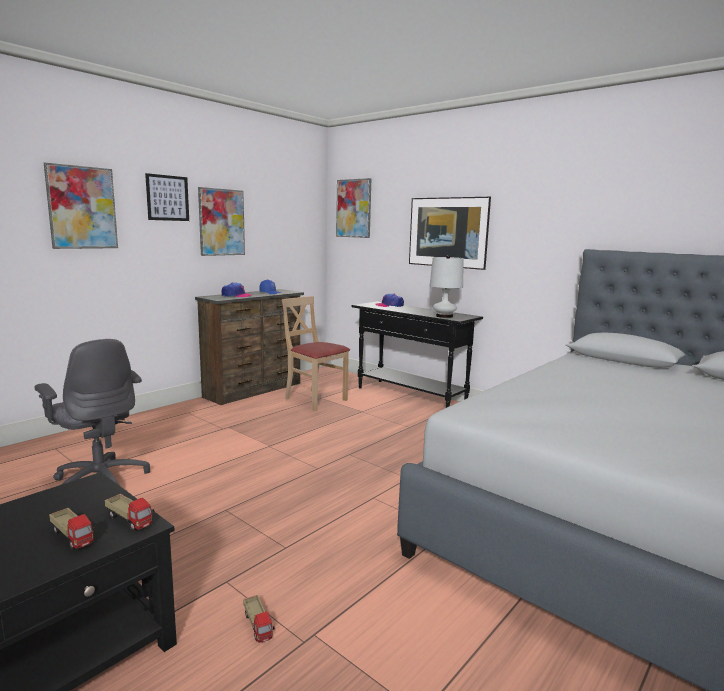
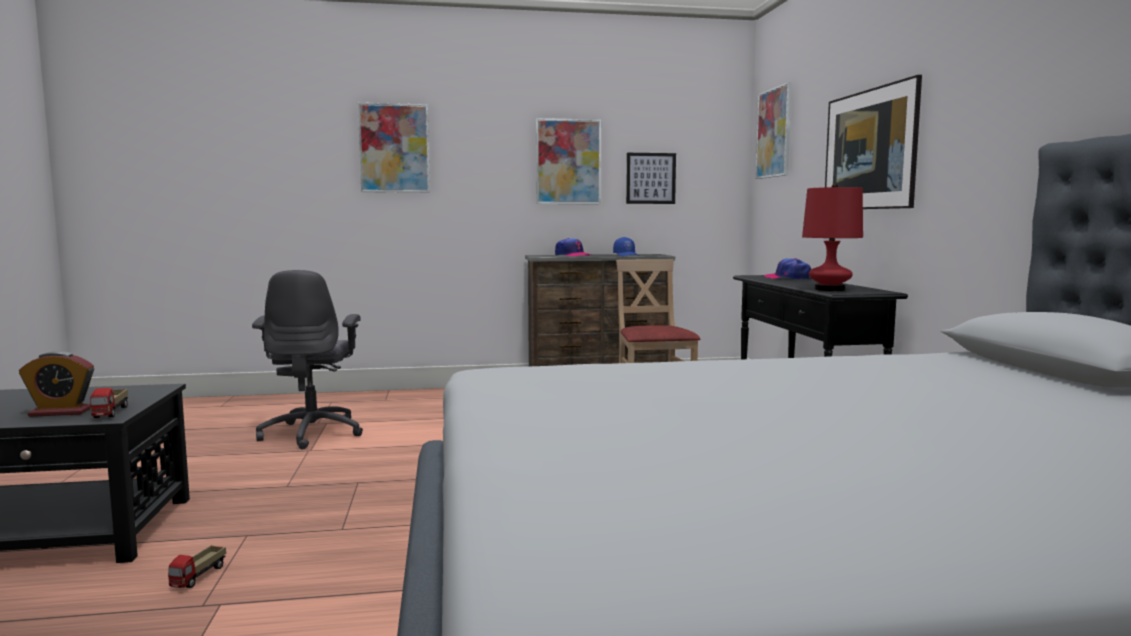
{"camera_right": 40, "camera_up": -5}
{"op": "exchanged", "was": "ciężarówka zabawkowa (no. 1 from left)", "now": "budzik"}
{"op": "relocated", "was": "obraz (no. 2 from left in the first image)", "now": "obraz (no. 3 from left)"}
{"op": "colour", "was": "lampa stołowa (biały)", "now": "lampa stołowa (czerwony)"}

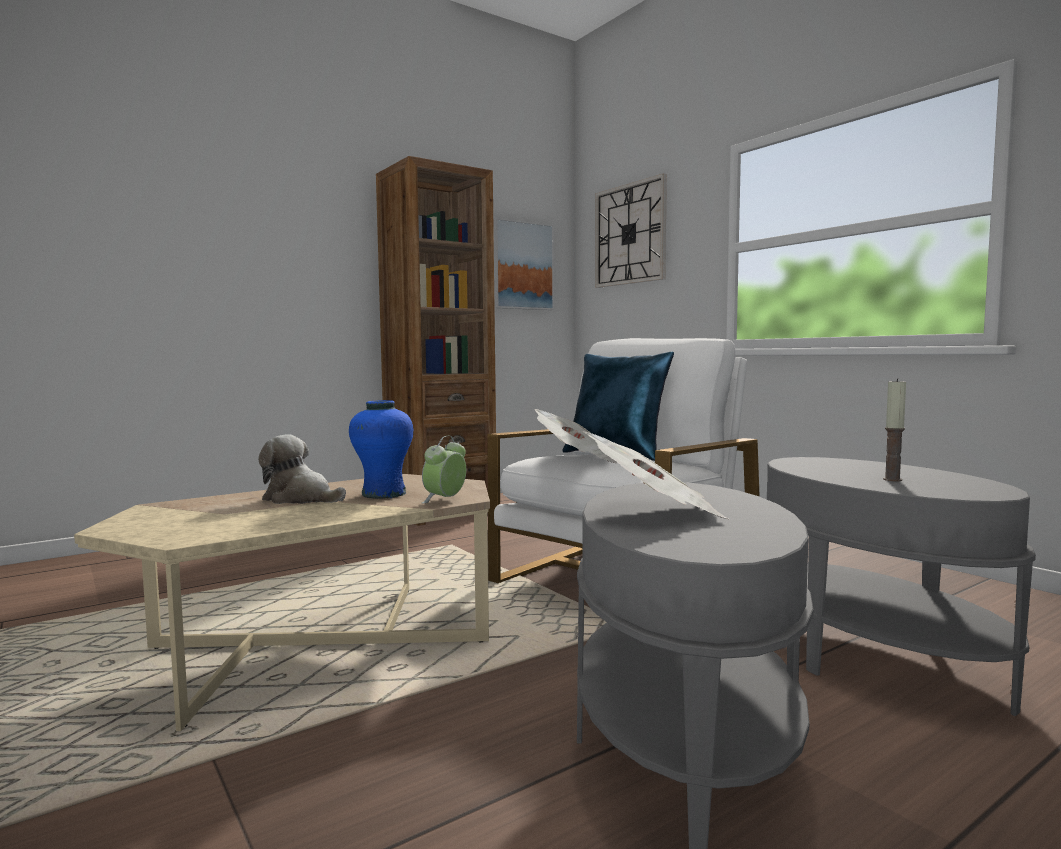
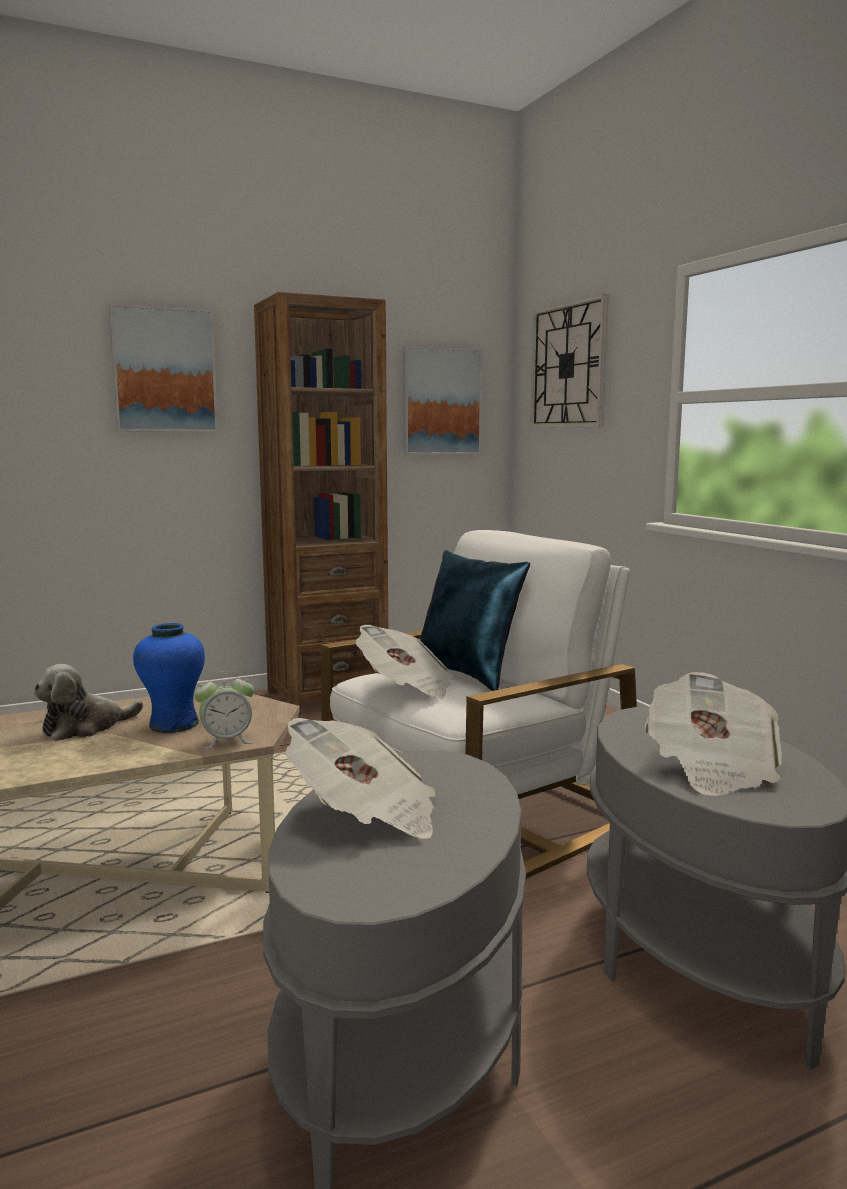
{"camera_right": 10, "camera_up": 5}
{"op": "spun", "was": "pluszak", "clockwise": -75}
{"op": "appeared", "now": "obraz (no. 1 from left)"}
{"op": "spun", "was": "budzik", "clockwise": -150}
{"op": "exchanged", "was": "świeca", "now": "gazeta (no. 3 from left)"}

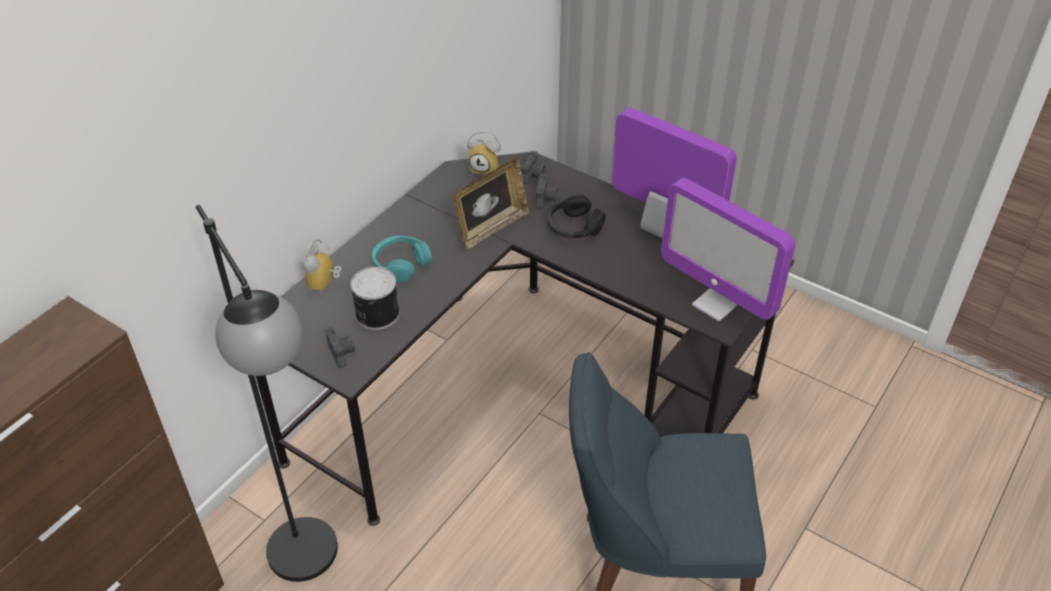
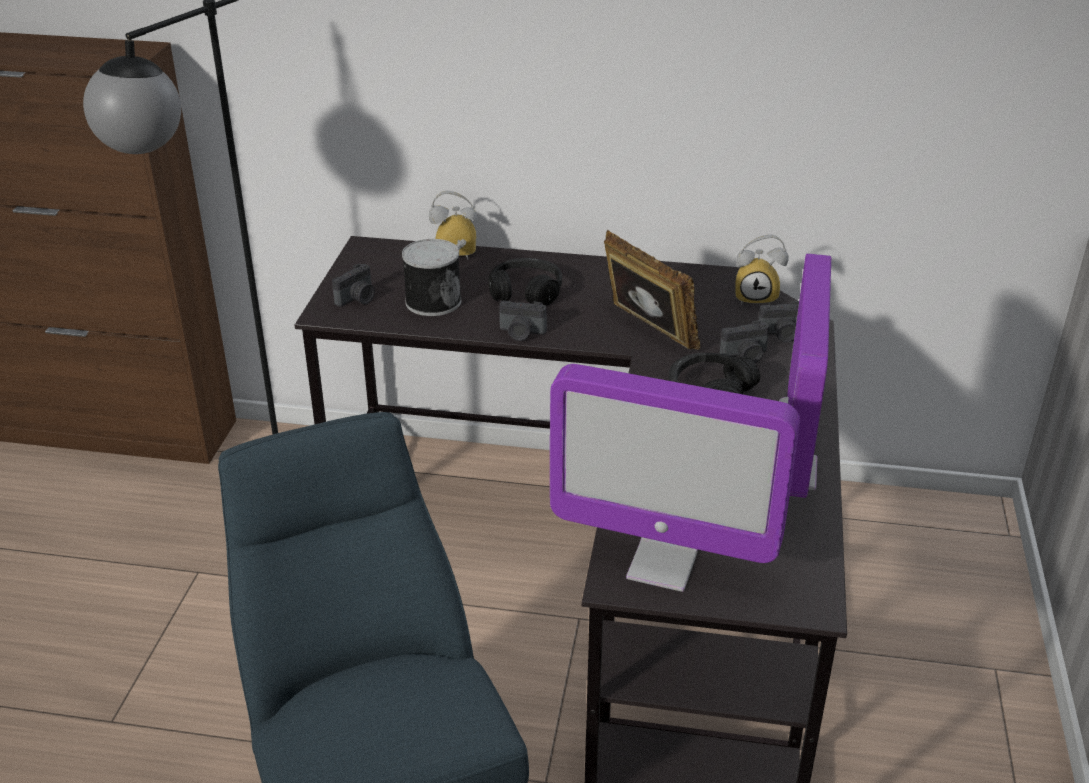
{"camera_right": 65, "camera_up": -10}
{"op": "colour", "was": "słuchawki (turkusowy)", "now": "słuchawki (czarny) (no. 1 from left)"}
{"op": "appeared", "now": "aparat fotograficzny (no. 2 from left)"}
{"op": "spun", "was": "monitor (no. 2 from left in the first image)", "clockwise": -90}
{"op": "spun", "was": "ramka na zdjęcie", "clockwise": -150}
{"op": "spun", "was": "budzik (no. 2 from left)", "clockwise": -75}

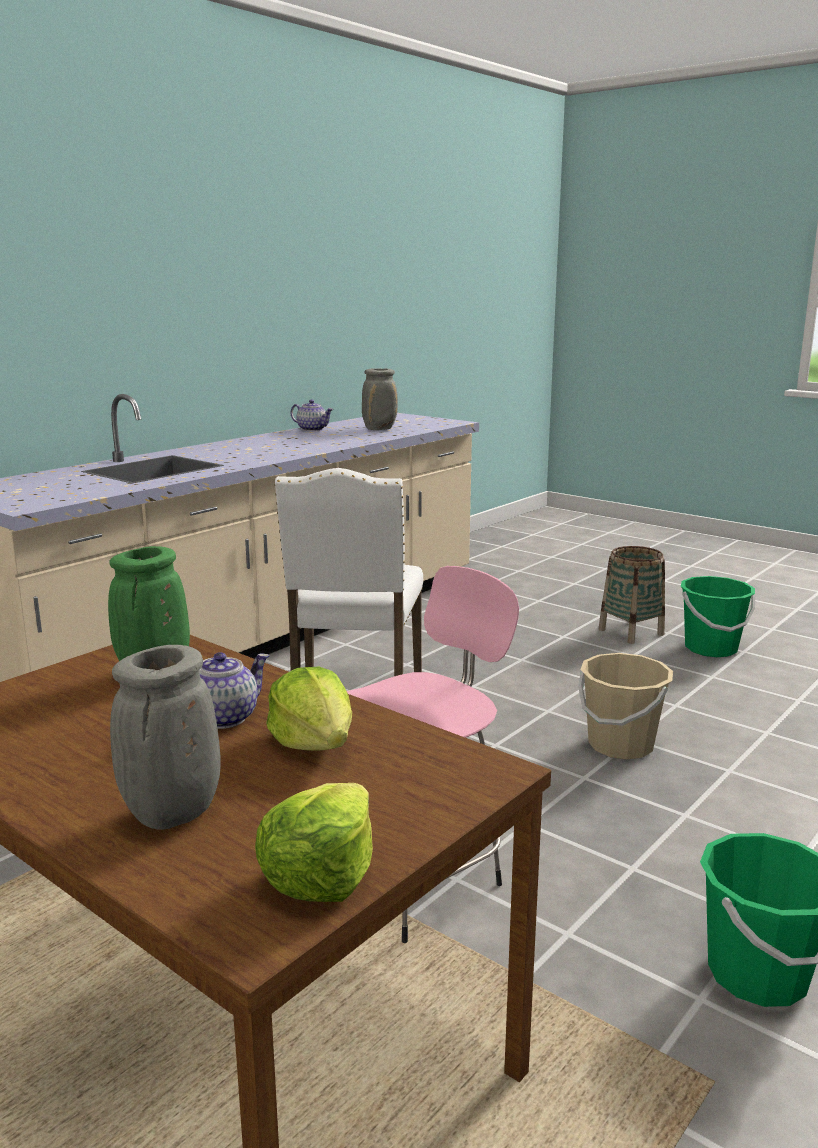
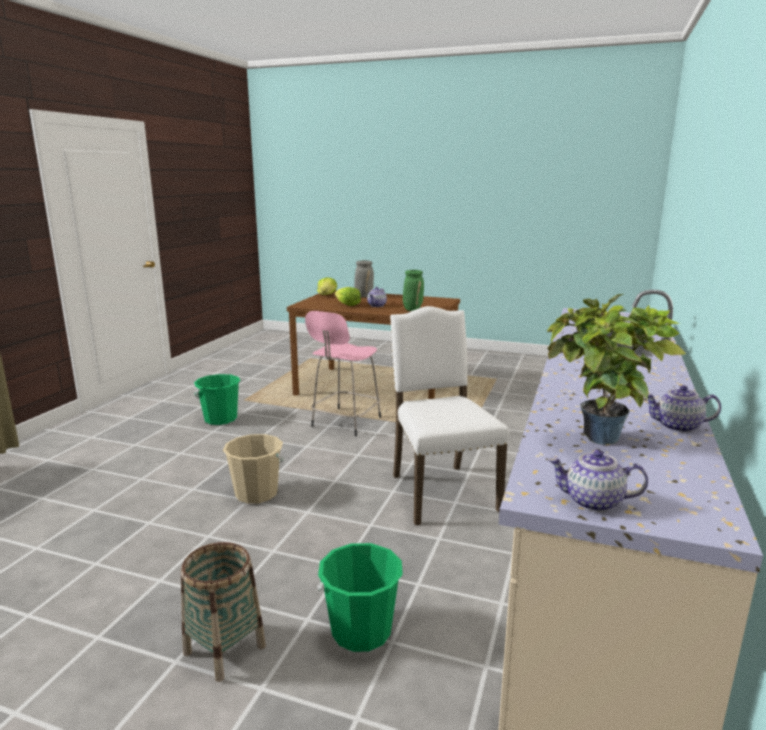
{"camera_right": 160, "camera_up": 0}
{"op": "relocated", "was": "wiadro (zielony) (no. 1 from left in the first image)", "now": "wiadro (zielony) (no. 2 from left)"}
{"op": "exchanged", "was": "wazon (szary) (no. 2 from left)", "now": "roślina doniczkowa"}
{"op": "appeared", "now": "imbryk (no. 2 from left)"}

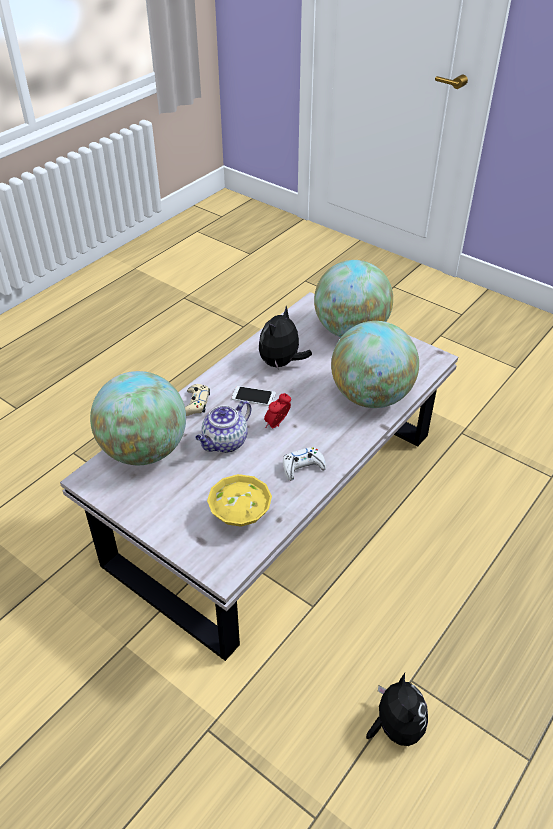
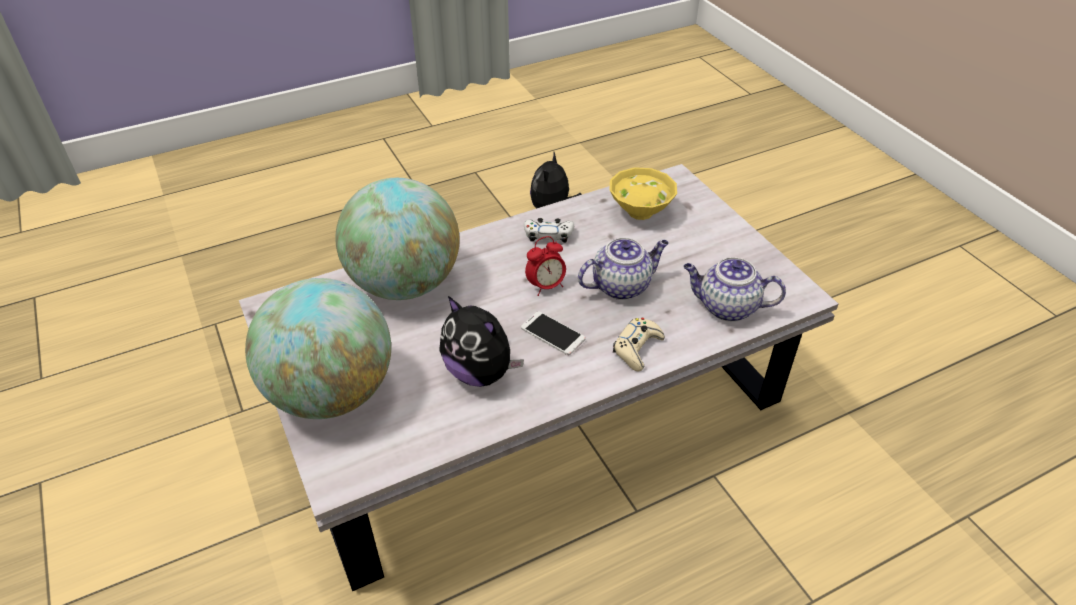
{"camera_right": -155, "camera_up": 0}
{"op": "spun", "was": "pluszak (no. 1 from left)", "clockwise": 75}
{"op": "exchanged", "was": "globus (no. 1 from left)", "now": "imbryk (no. 2 from left)"}

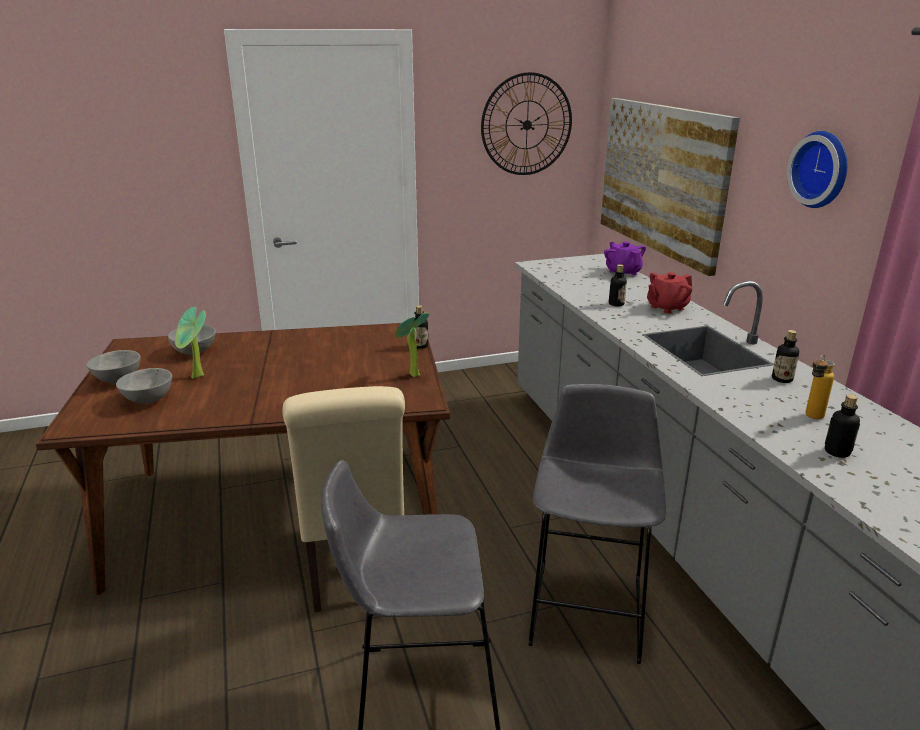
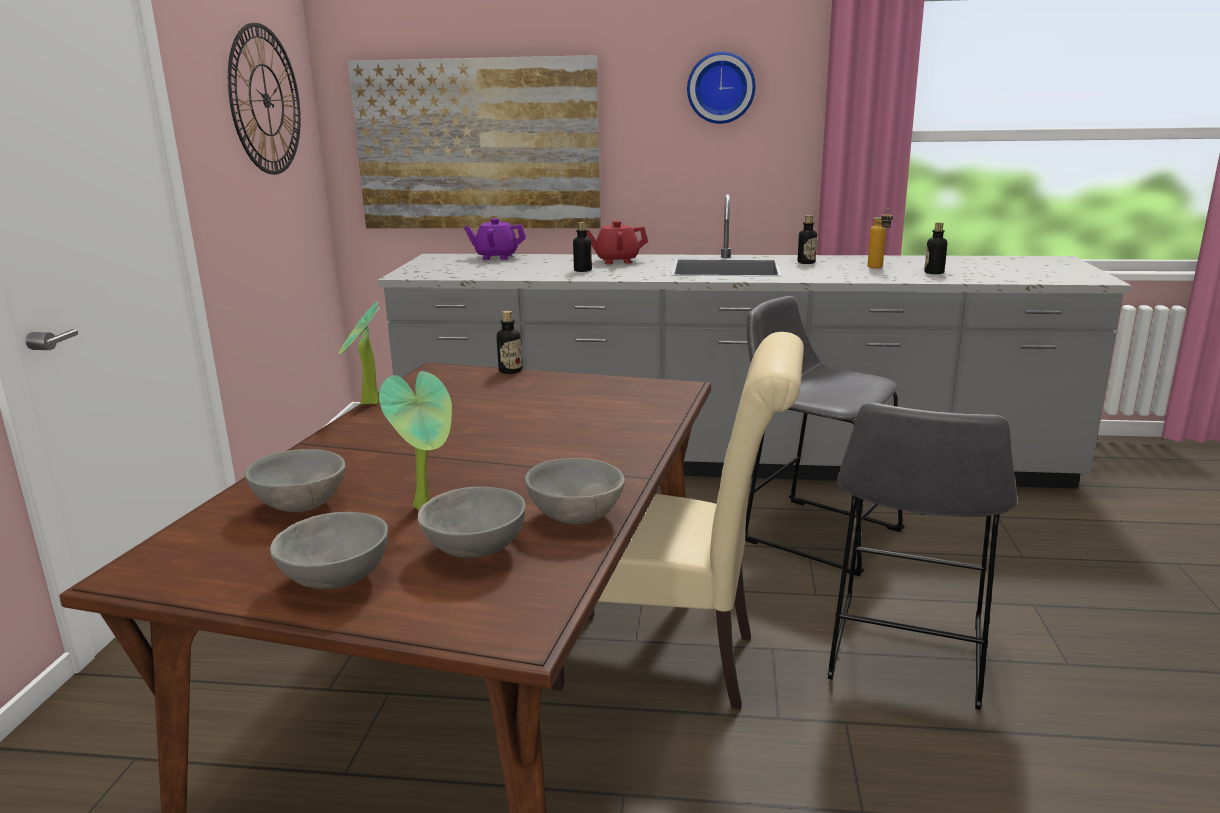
{"camera_right": -65, "camera_up": -5}
{"op": "relocated", "was": "roślina doniczkowa (no. 2 from left in the first image)", "now": "roślina doniczkowa (no. 1 from left)"}
{"op": "appeared", "now": "miska (szary) (no. 4 from left)"}
{"op": "spun", "was": "imbryk (czerwony)", "clockwise": 90}

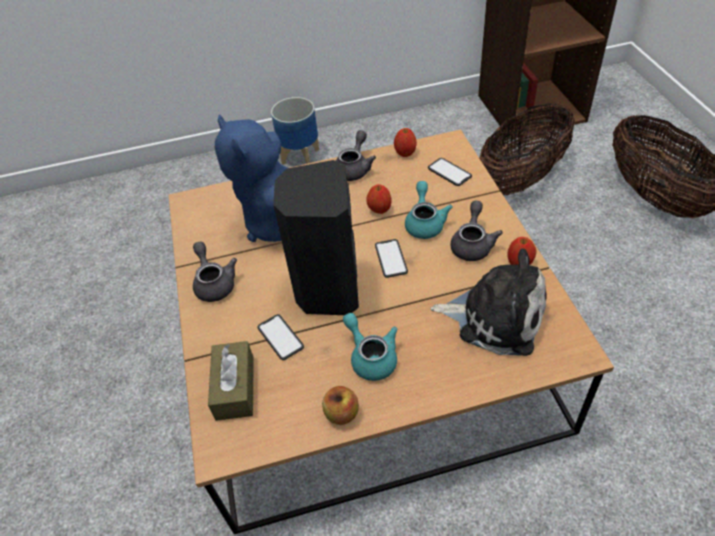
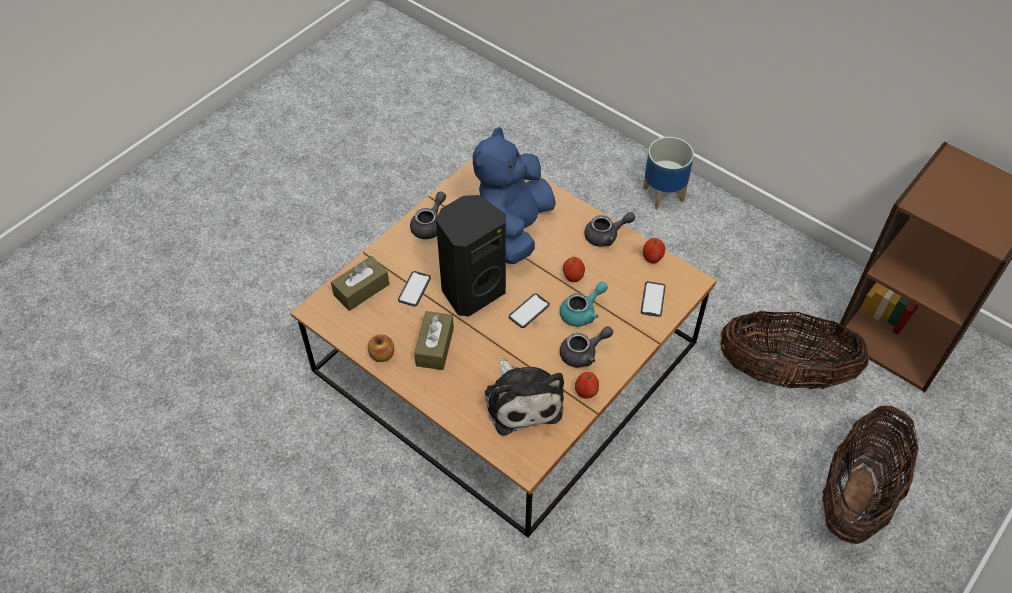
{"camera_right": 50, "camera_up": 5}
{"op": "exchanged", "was": "imbryk (turkusowy) (no. 1 from left)", "now": "pudełko chusteczek (brązowy) (no. 2 from left)"}

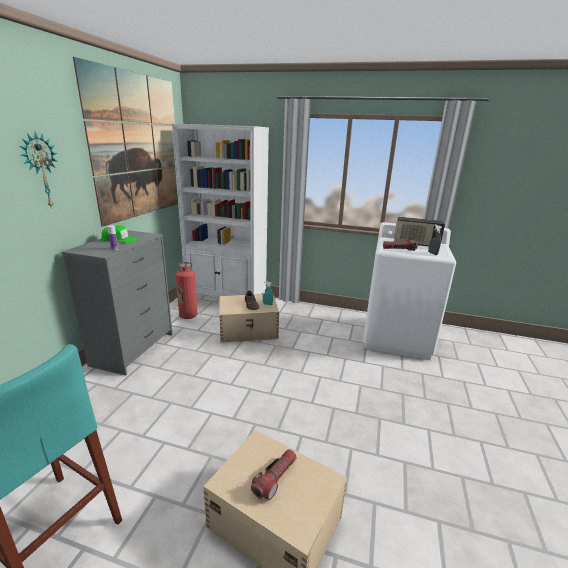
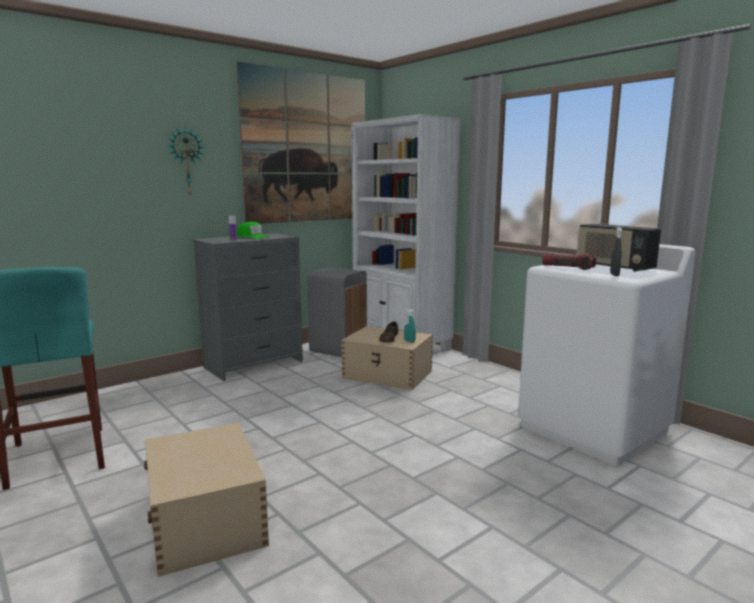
{"camera_right": 35, "camera_up": -10}
{"op": "exchanged", "was": "gaśnica", "now": "kosz na śmieci (szary)"}
{"op": "missing", "was": "latarka (no. 1 from left)"}

